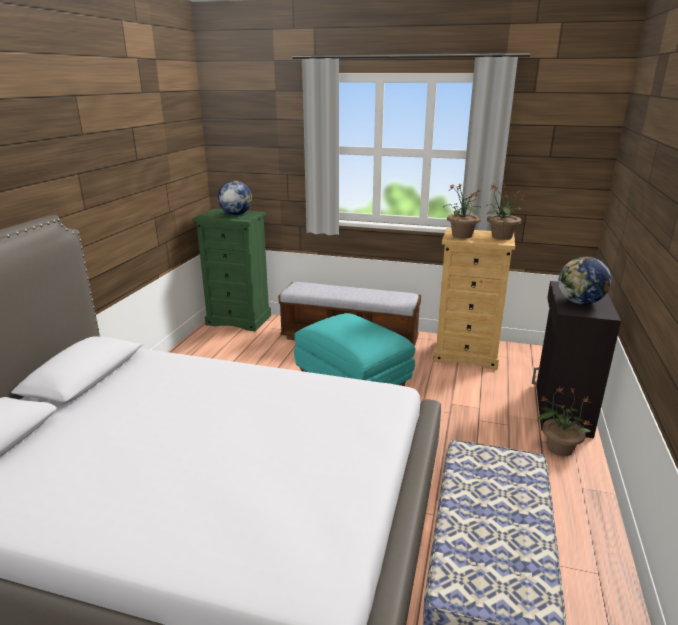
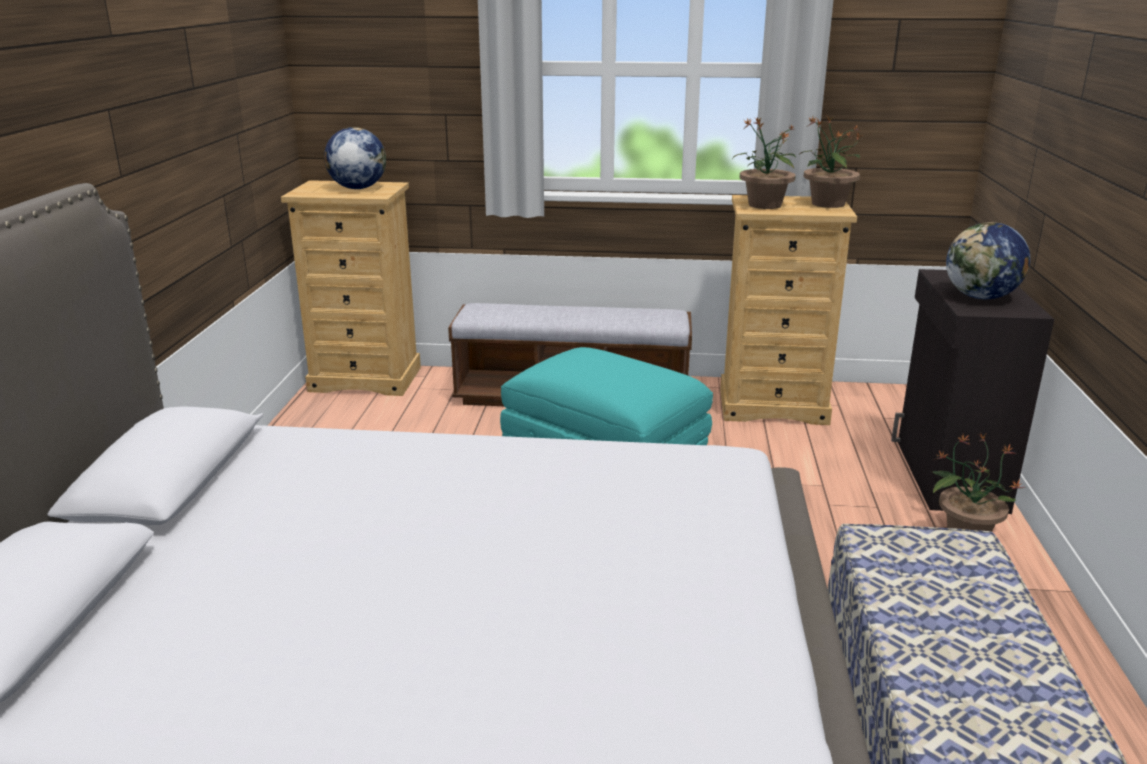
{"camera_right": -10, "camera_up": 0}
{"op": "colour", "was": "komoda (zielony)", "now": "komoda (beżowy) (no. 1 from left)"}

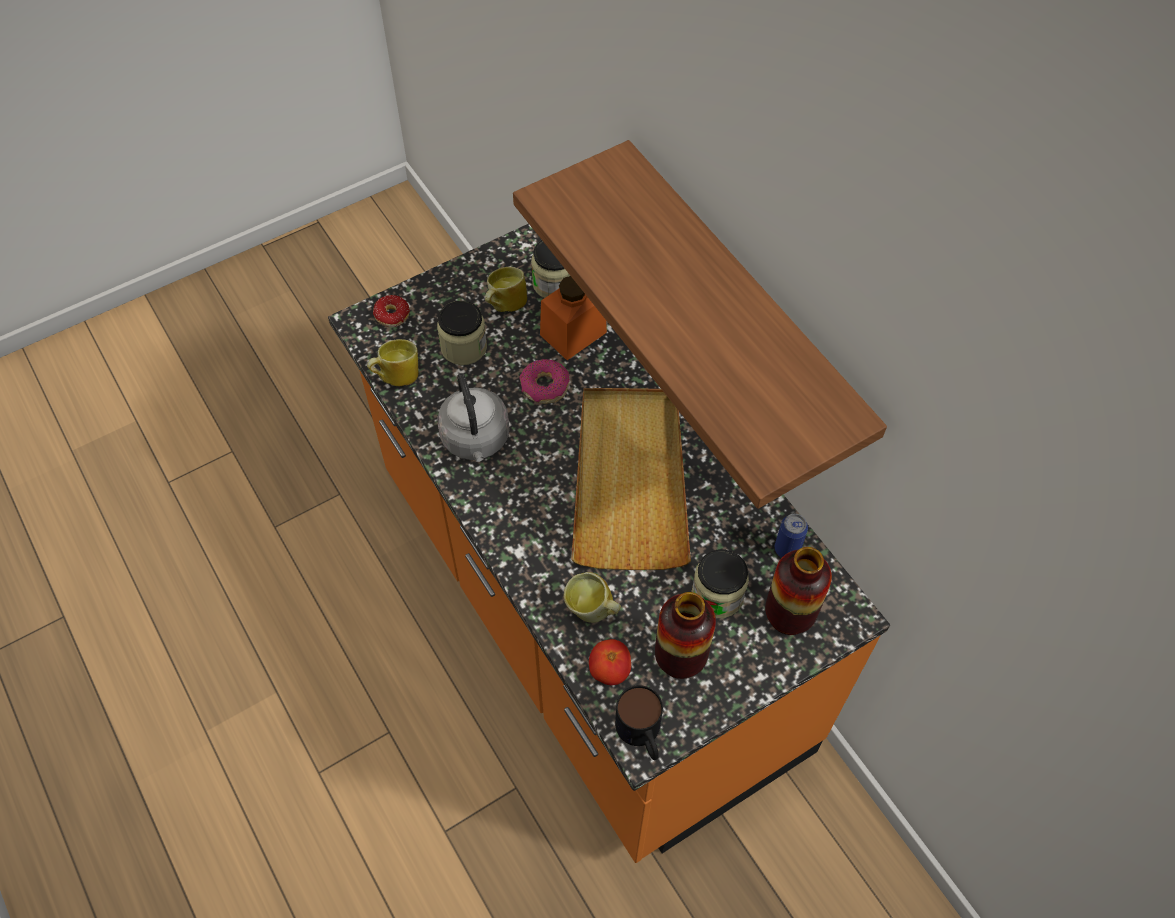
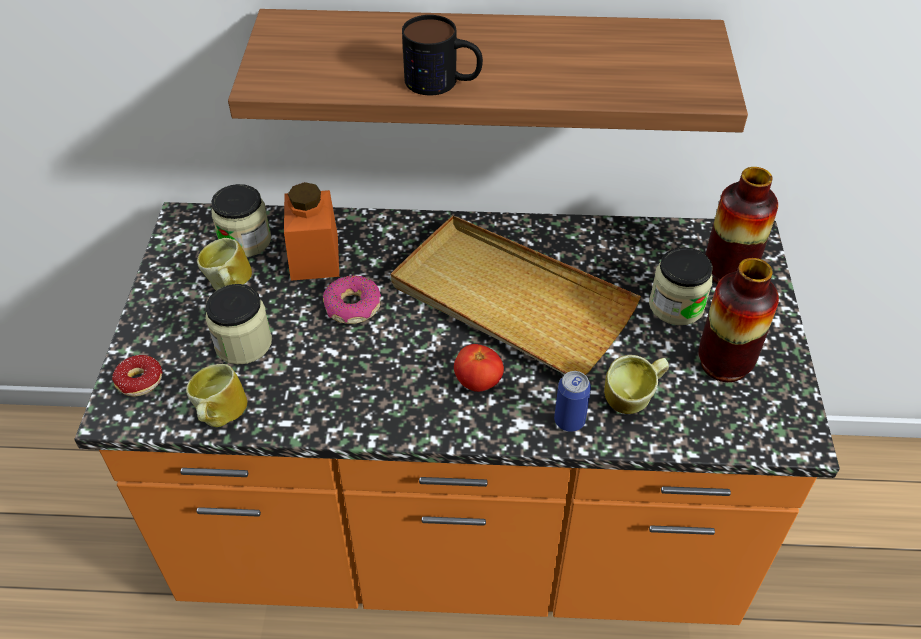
{"camera_right": -55, "camera_up": -10}
{"op": "relocated", "was": "kubek (no. 4 from left in the first image)", "now": "kubek (no. 3 from left)"}
{"op": "relocated", "was": "pomidor"}
{"op": "relocated", "was": "puszka"}
{"op": "missing", "was": "czajnik (szary)"}

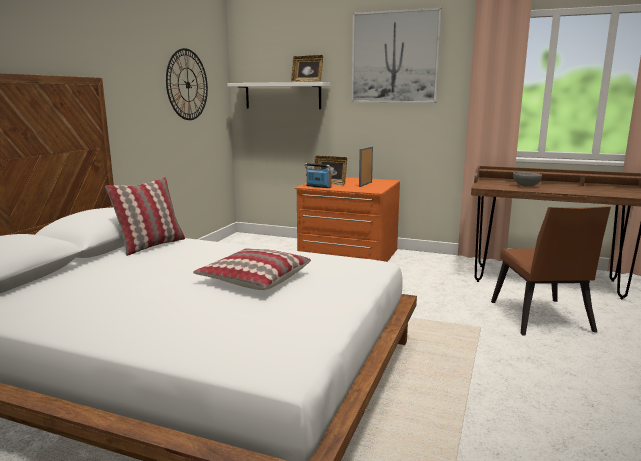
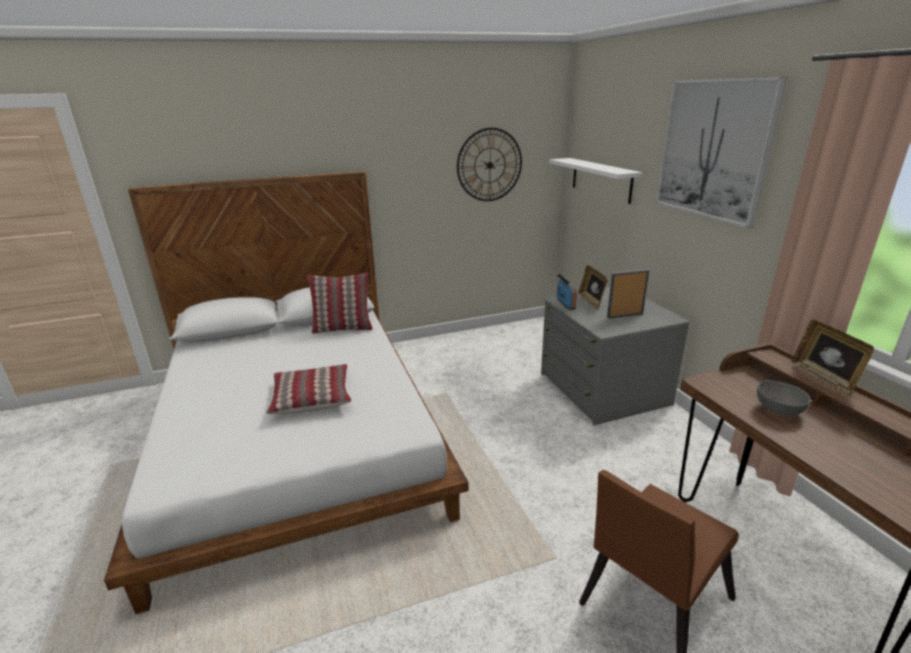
{"camera_right": 50, "camera_up": 10}
{"op": "colour", "was": "komoda (pomarańczowy)", "now": "komoda (szary)"}
{"op": "relocated", "was": "ramka na zdjęcie (no. 1 from left in the first image)", "now": "ramka na zdjęcie (no. 3 from left)"}

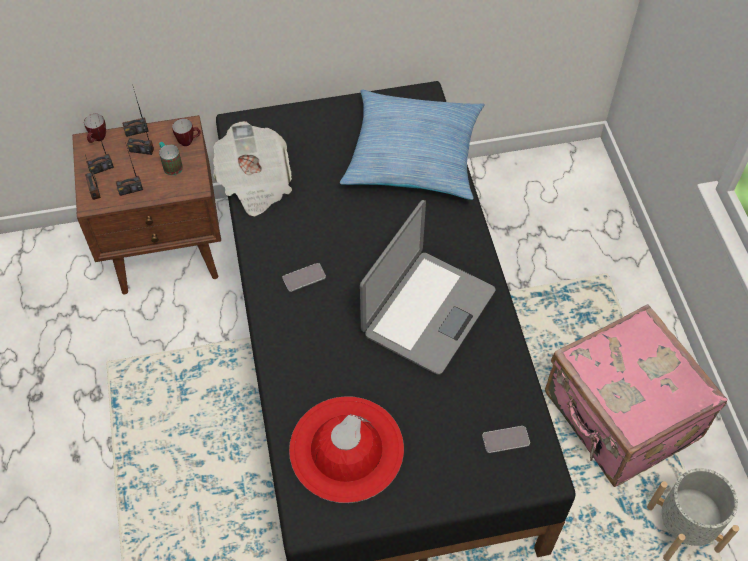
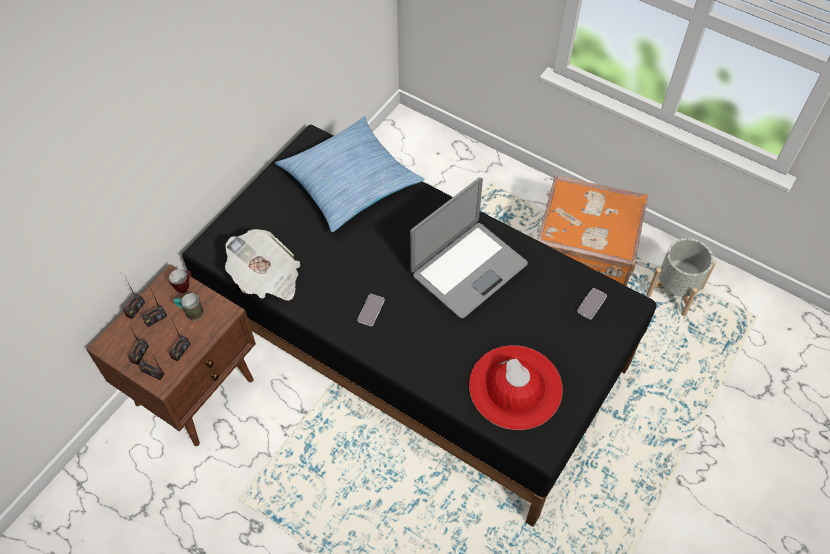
{"camera_right": -45, "camera_up": 0}
{"op": "spun", "was": "laptop", "clockwise": 60}
{"op": "colour", "was": "walizka (różowy)", "now": "walizka (pomarańczowy)"}
{"op": "missing", "was": "kubek (no. 1 from left)"}

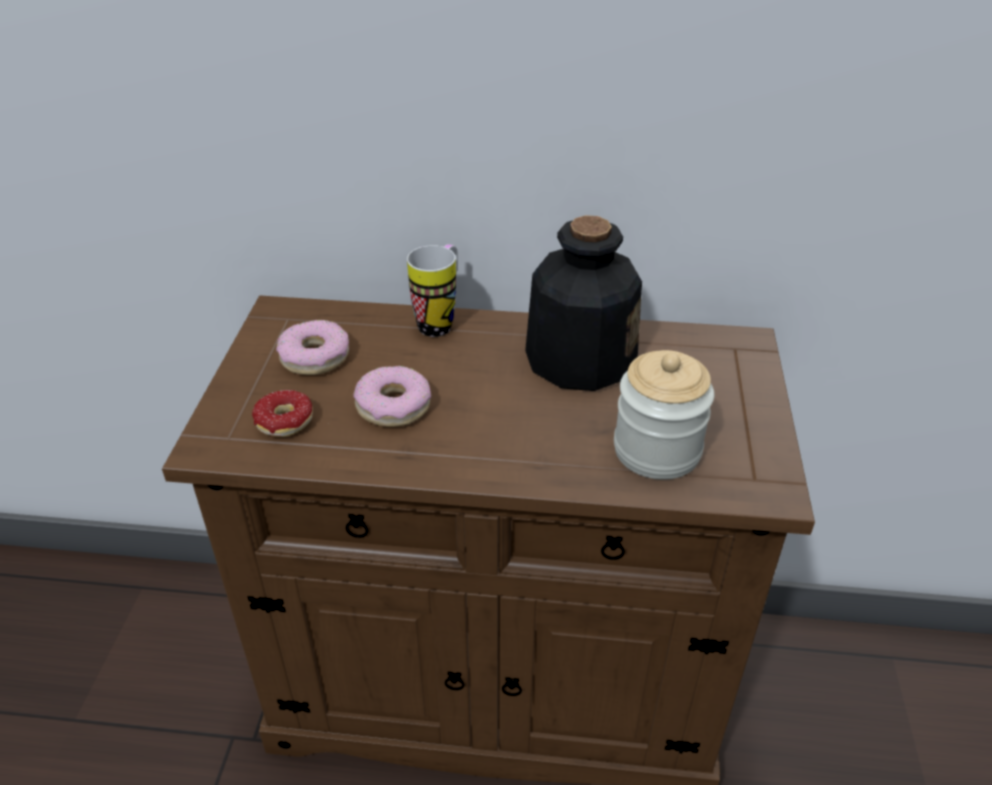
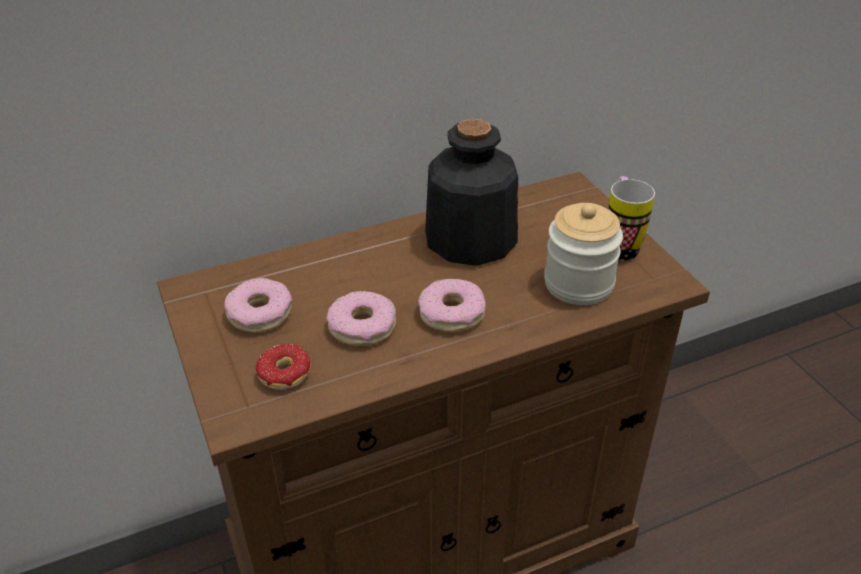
{"camera_right": -30, "camera_up": 0}
{"op": "appeared", "now": "donut (no. 4 from left)"}
{"op": "relocated", "was": "kubek"}

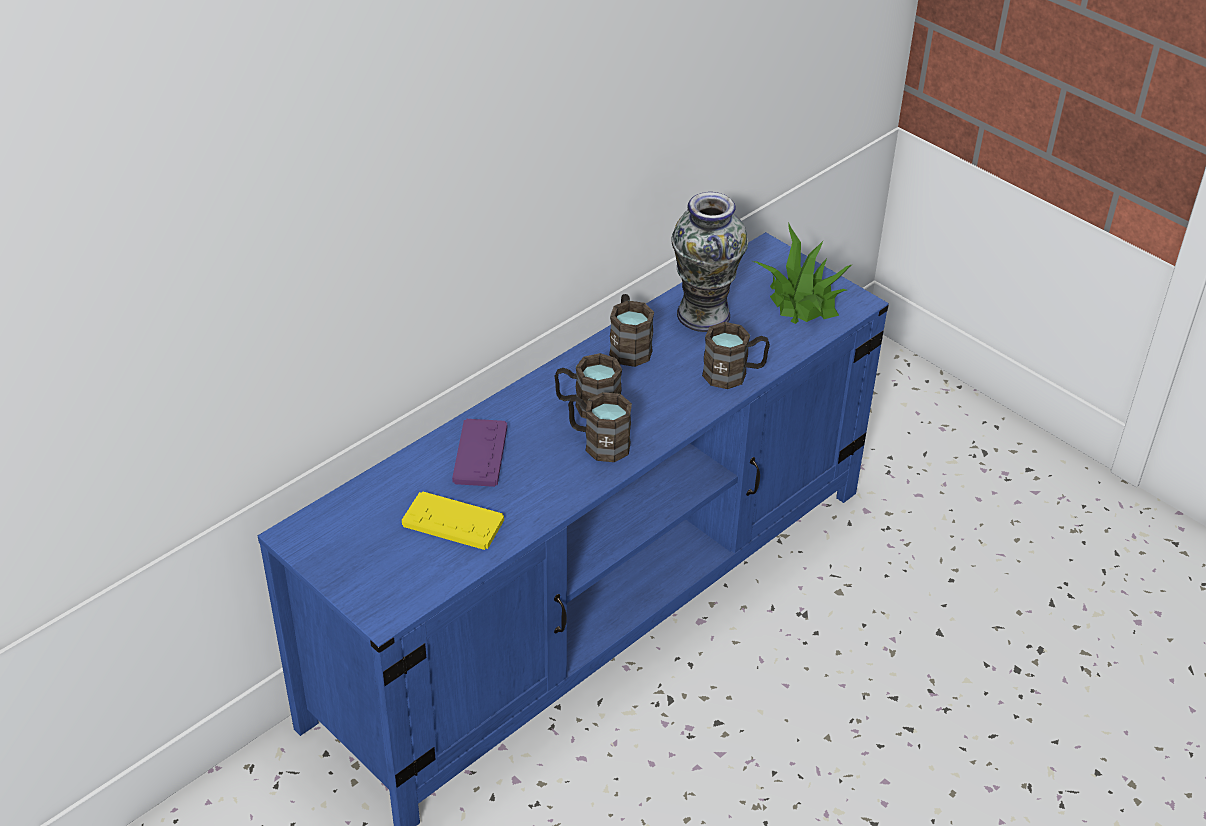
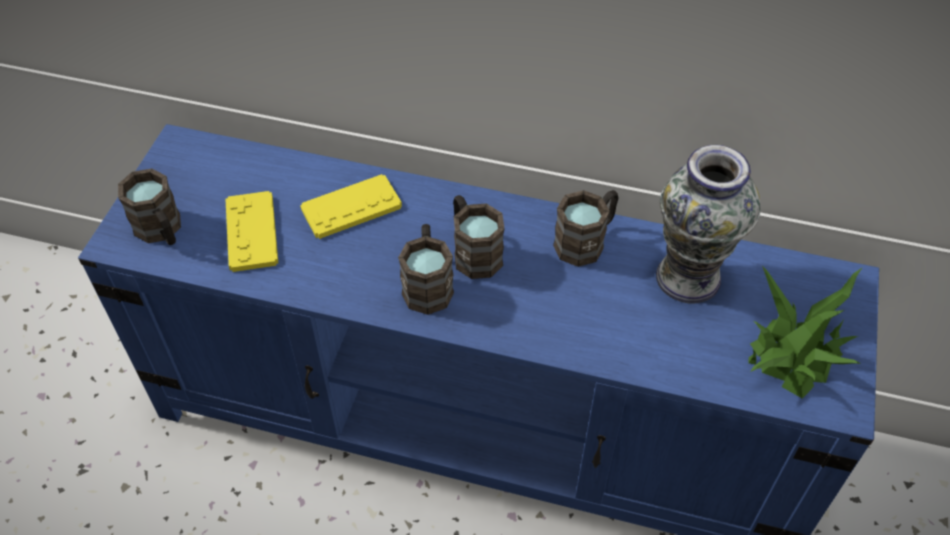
{"camera_right": 60, "camera_up": 10}
{"op": "relocated", "was": "kubek (brązowy) (no. 4 from left in the first image)", "now": "kubek (brązowy) (no. 1 from left)"}
{"op": "colour", "was": "pad do gier (fioletowy)", "now": "pad do gier (żółty) (no. 2 from left)"}

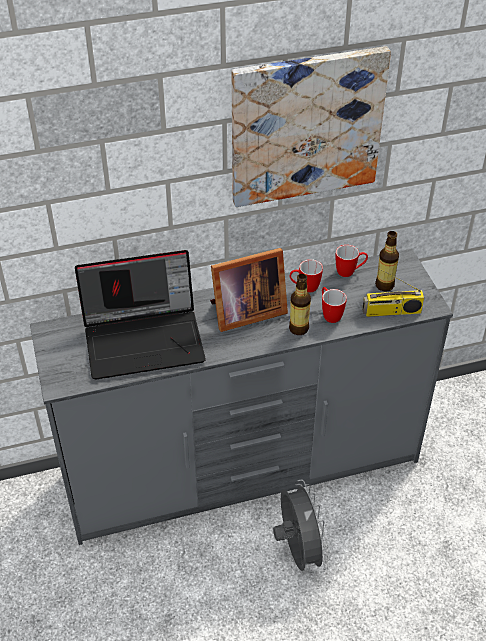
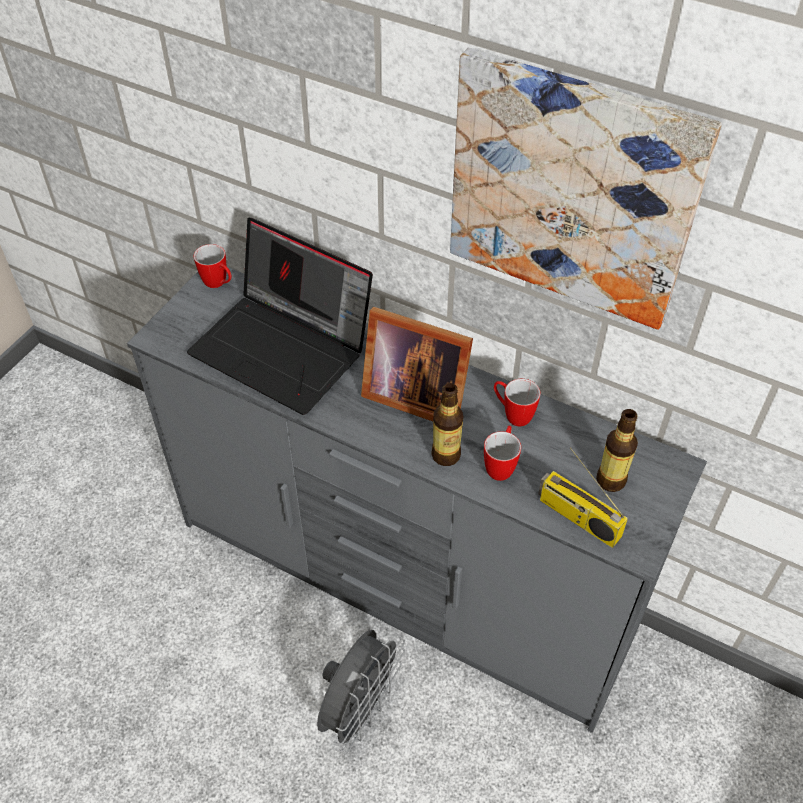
{"camera_right": 45, "camera_up": 5}
{"op": "relocated", "was": "kubek (no. 3 from left in the first image)", "now": "kubek (no. 1 from left)"}

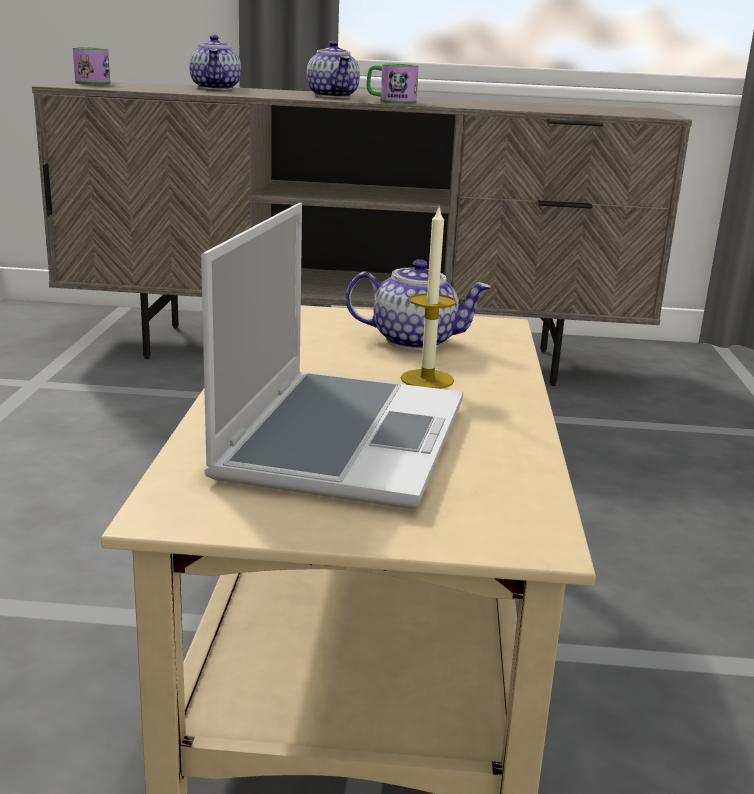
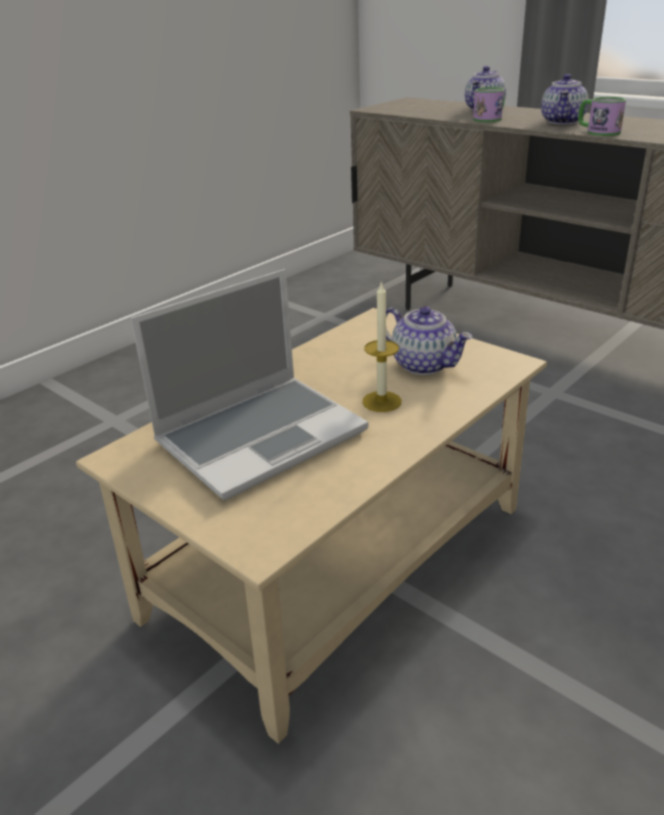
{"camera_right": 40, "camera_up": 10}
{"op": "relocated", "was": "kubek (no. 1 from left)"}

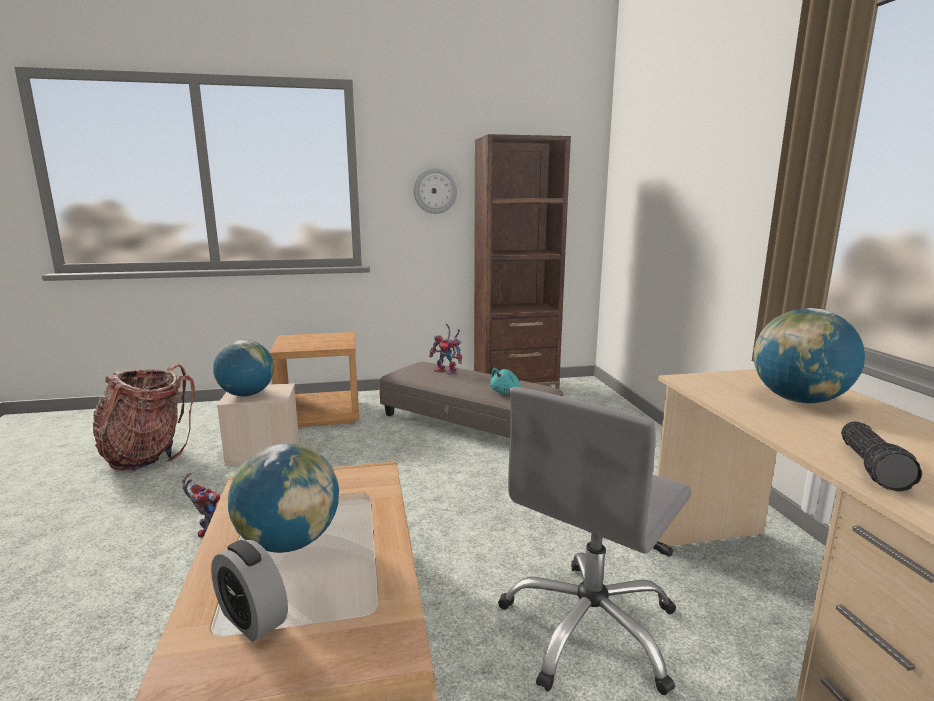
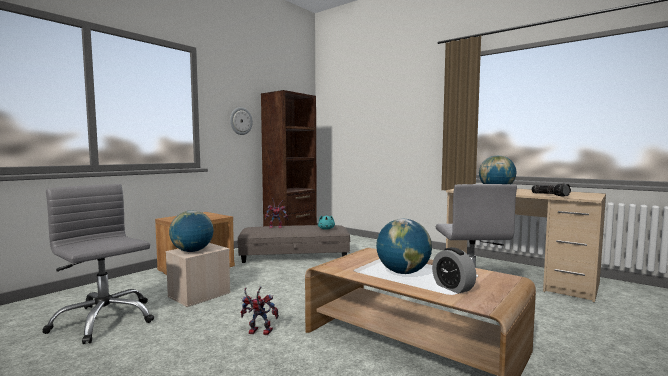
{"camera_right": -40, "camera_up": -10}
{"op": "exchanged", "was": "plecak", "now": "krzesło biurowe (szary) (no. 1 from left)"}
{"op": "spun", "was": "budzik", "clockwise": 60}

